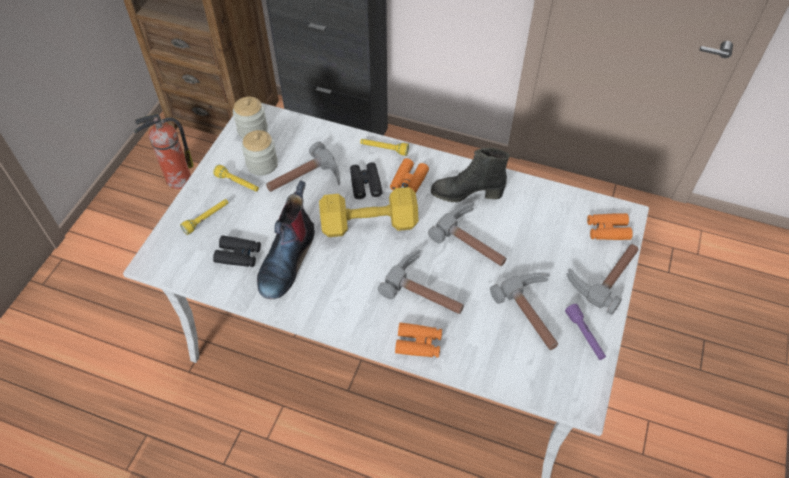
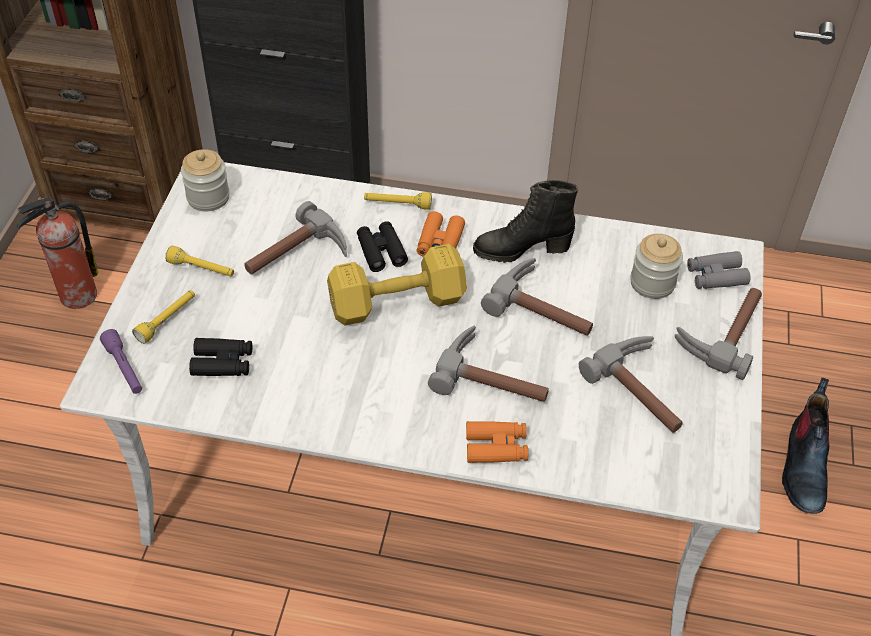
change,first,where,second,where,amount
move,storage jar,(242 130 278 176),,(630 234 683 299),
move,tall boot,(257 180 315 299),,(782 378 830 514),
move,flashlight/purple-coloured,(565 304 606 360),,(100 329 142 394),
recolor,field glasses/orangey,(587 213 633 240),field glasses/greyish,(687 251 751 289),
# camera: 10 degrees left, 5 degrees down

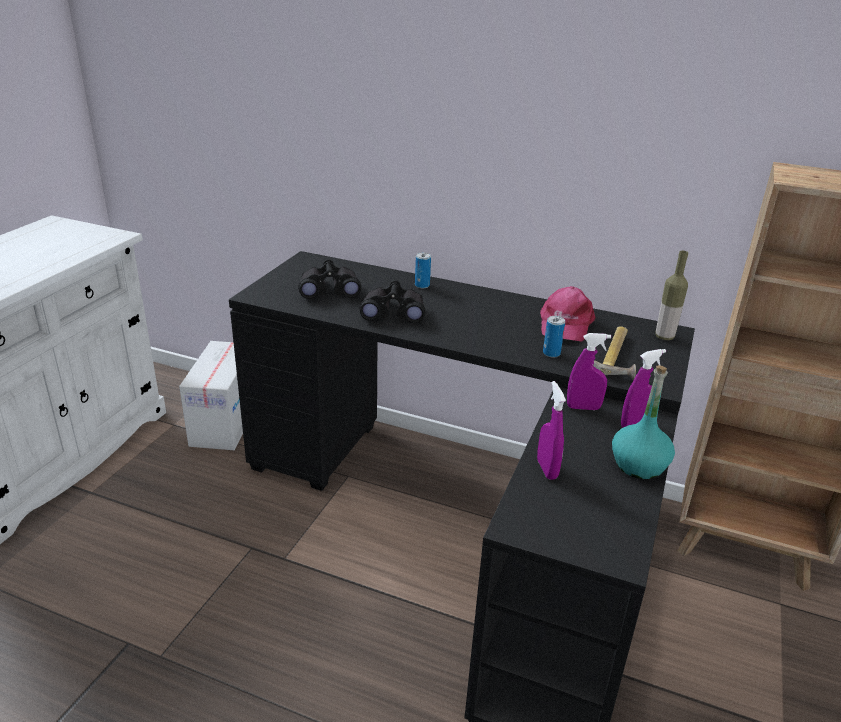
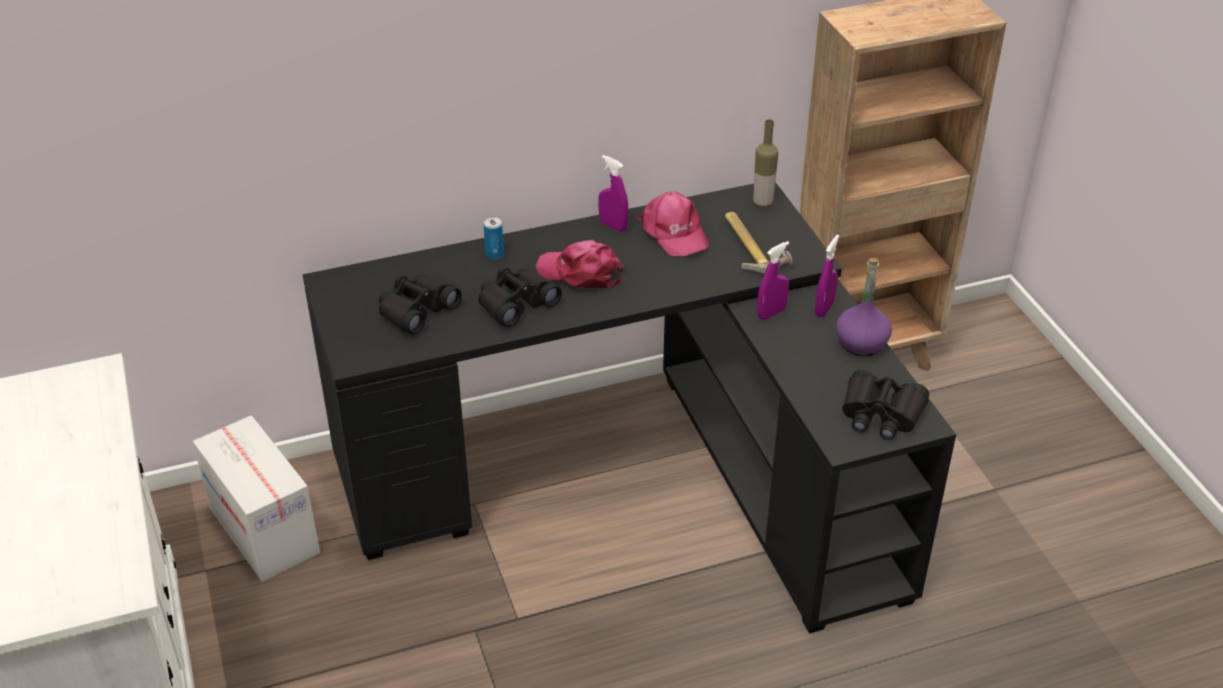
change,first,where,second,where,amount
delete,sealed can,(543 316 565 358),,,
insert,,,cap/pink,(536 240 624 288),
insert,,,field glasses/black-coloured,(842 370 929 440),
move,spray bottle/purple-coloured,(537 381 566 480),,(598 155 629 232),
recolor,drink bottle/turquoise-coloured,(612 365 675 479),drink bottle/purple-coloured,(836 258 892 356),
# camera: 40 degrees left, 10 degrees up

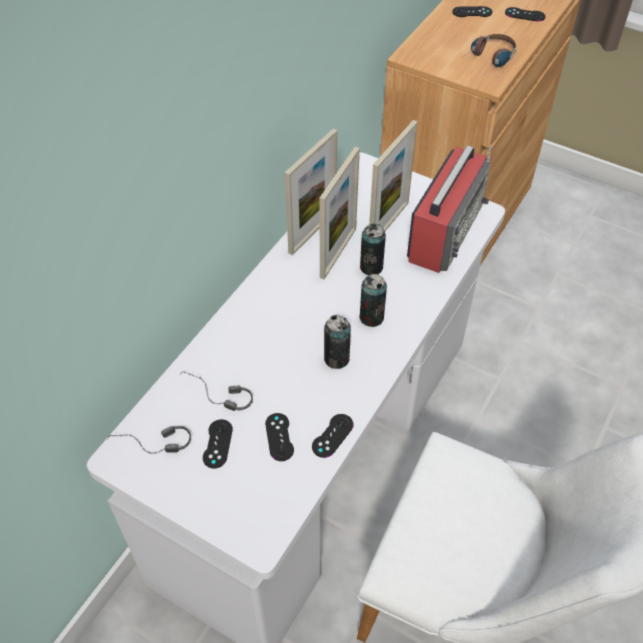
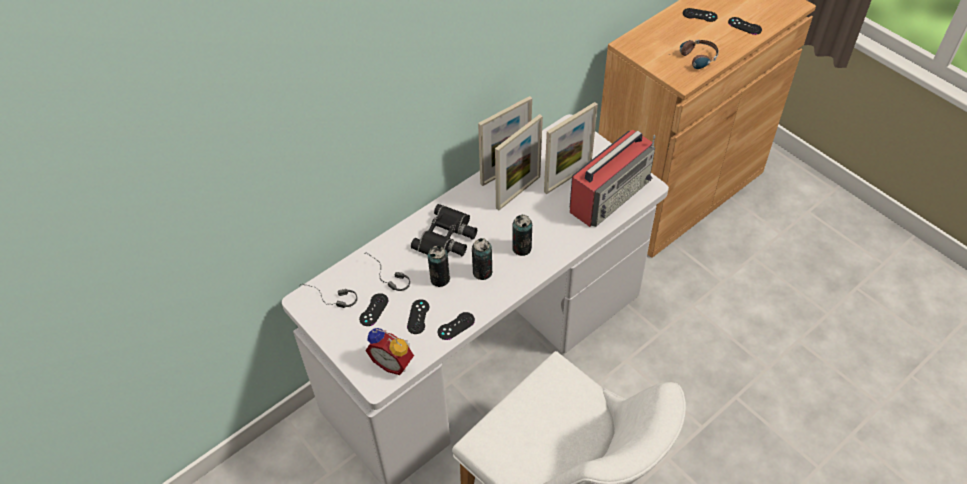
change,first,where,second,where,amount
insert,,,bedside clock,(366 328 414 375),
insert,,,field glasses/black-coloured,(411 204 477 256),
move,sealed can,(360 224 386 275),,(428 246 450 287),
# camera: 20 degrees right, 0 degrees up

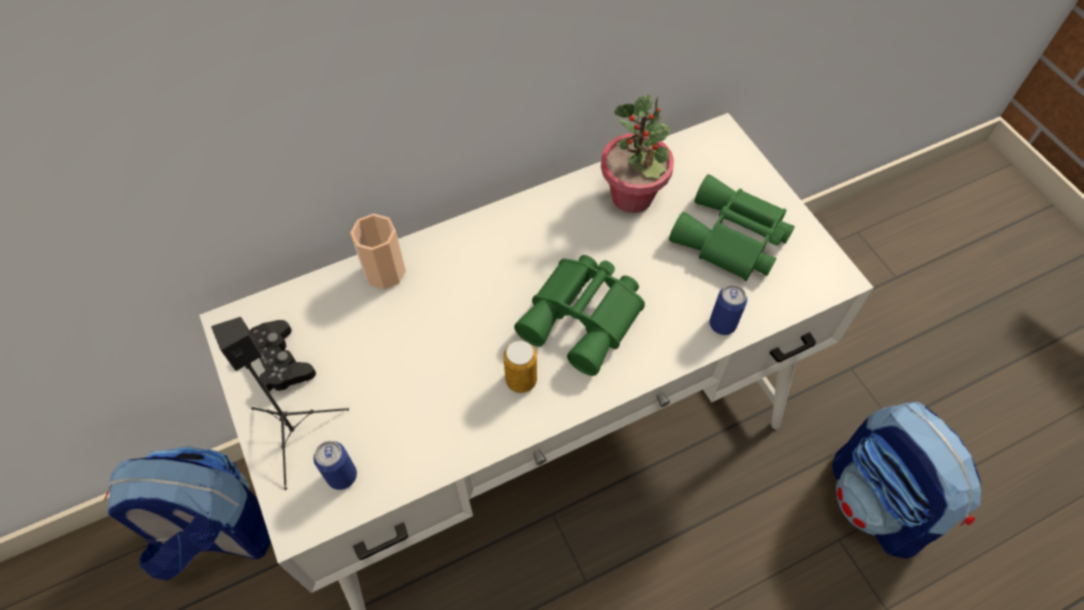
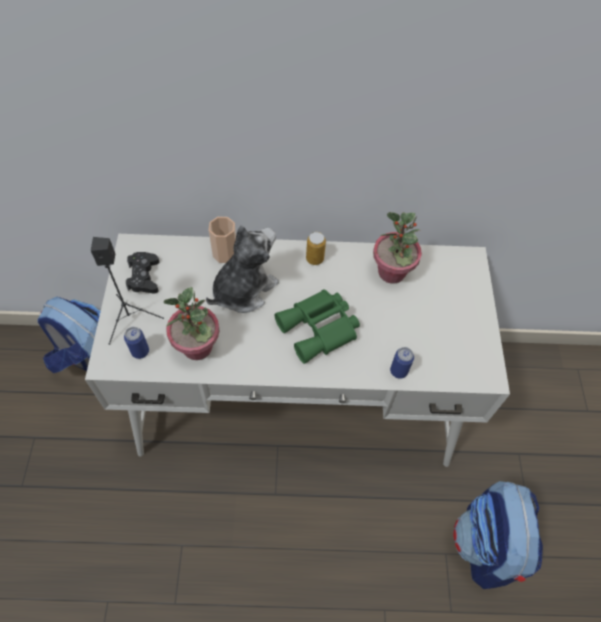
change,first,where,second,where,amount
delete,field glasses/green-coloured,(669 174 795 281),,,
insert,,,potted plant,(164 287 220 360),
insert,,,soft toy,(206 225 279 313),
move,sealed can,(503 340 537 393),,(306 232 326 265),
# camera: 25 degrees right, 0 degrees up

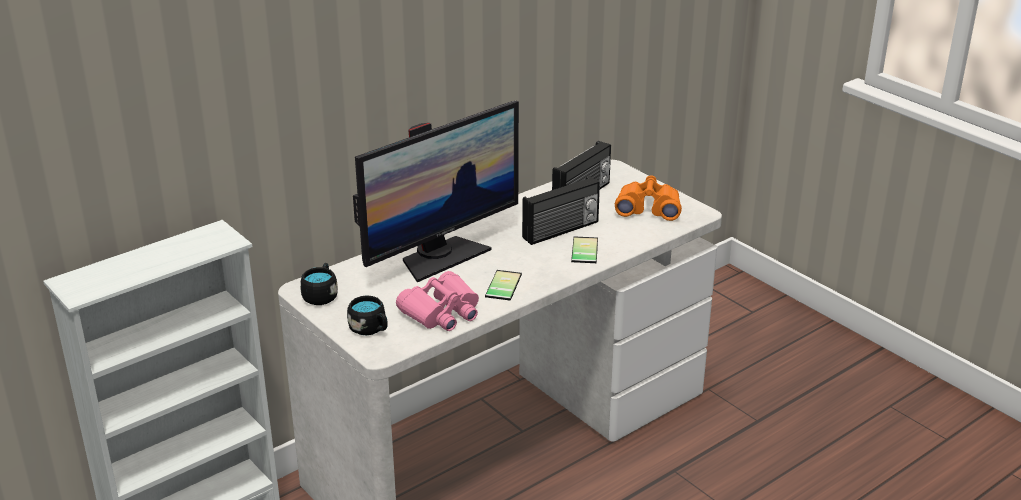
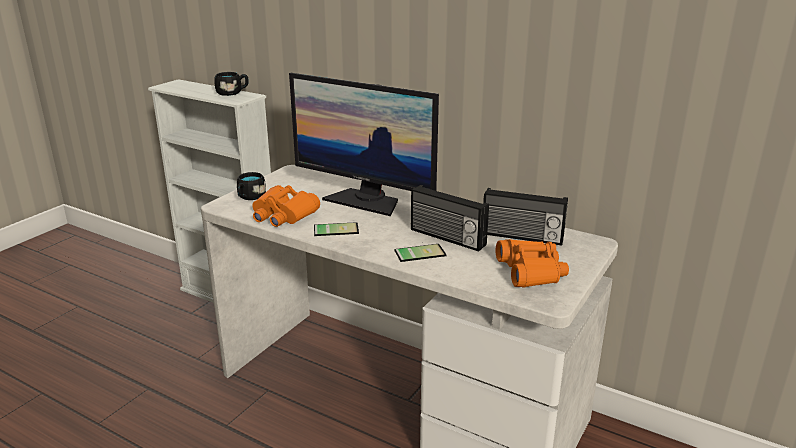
change,first,where,second,where,amount
move,mug/black-coloured,(300 263 338 305),,(214 72 249 96),
recolor,field glasses/pink,(396 271 479 331),field glasses/orangey,(253 185 320 227),
# camera: 70 degrees right, 5 degrees down

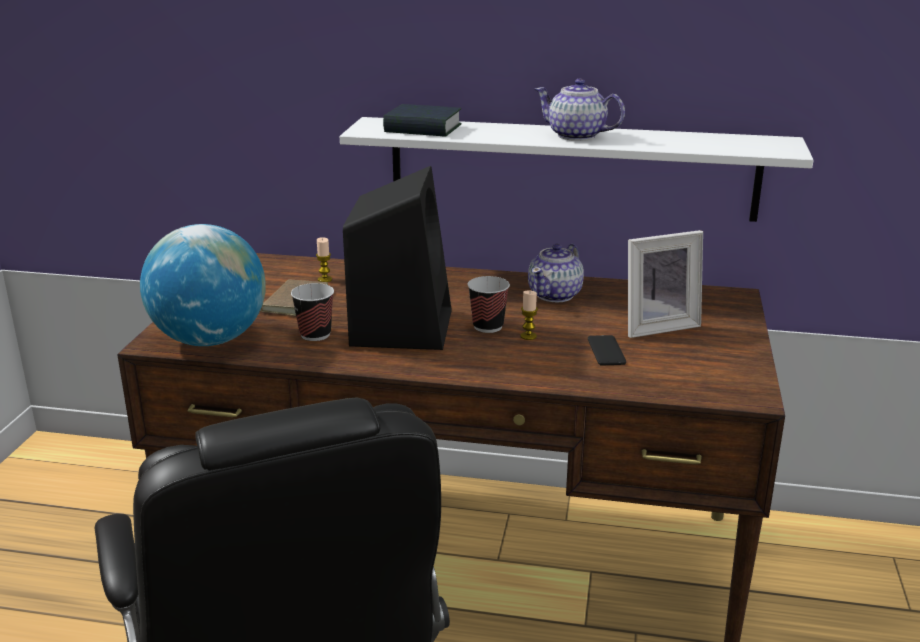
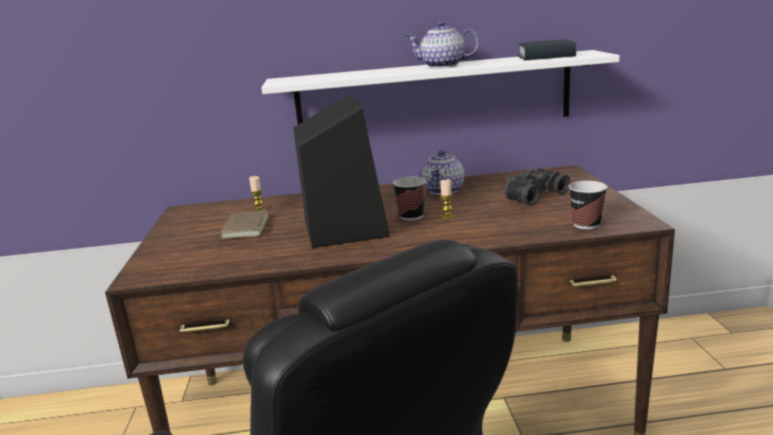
change,first,where,second,where,amount
delete,globe,(140 224 266 346),,,
delete,telephone,(588 335 626 365),,,
move,cup,(291 283 334 341),,(569 181 608 229),
move,bound book,(383 104 461 137),,(517 39 576 61),
replace,picture frame,(628 230 703 338),field glasses/black-coloured,(505 168 570 206),
# camera: 15 degrees left, 5 degrees down

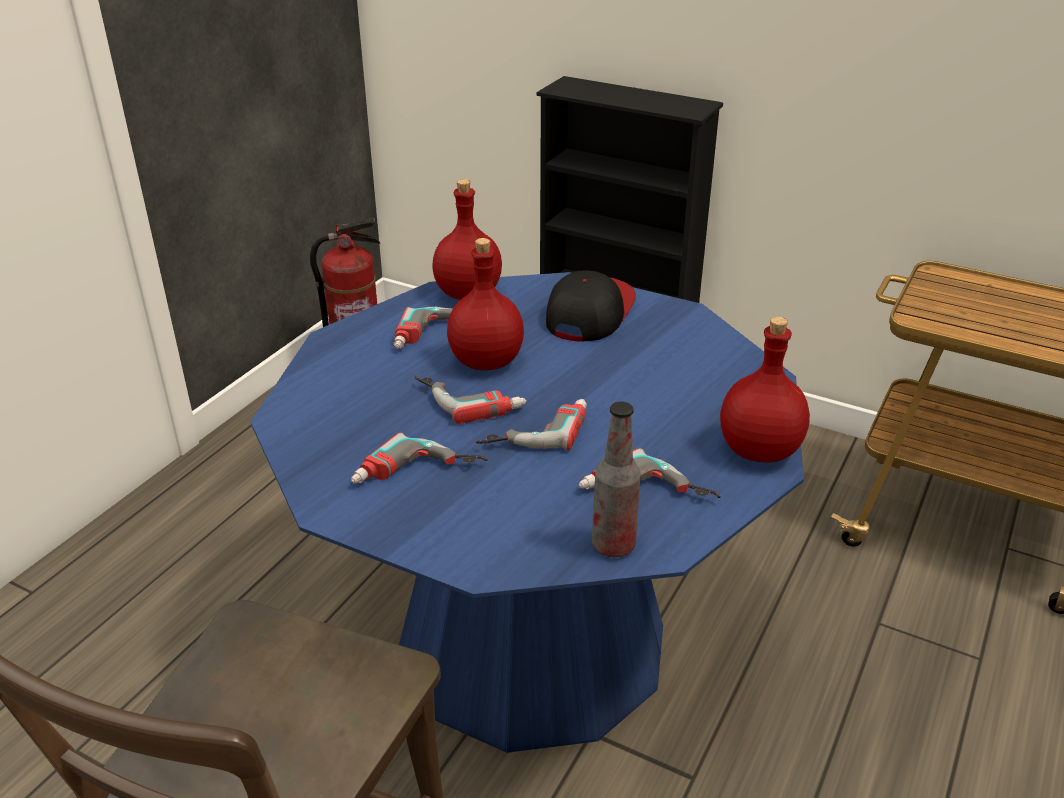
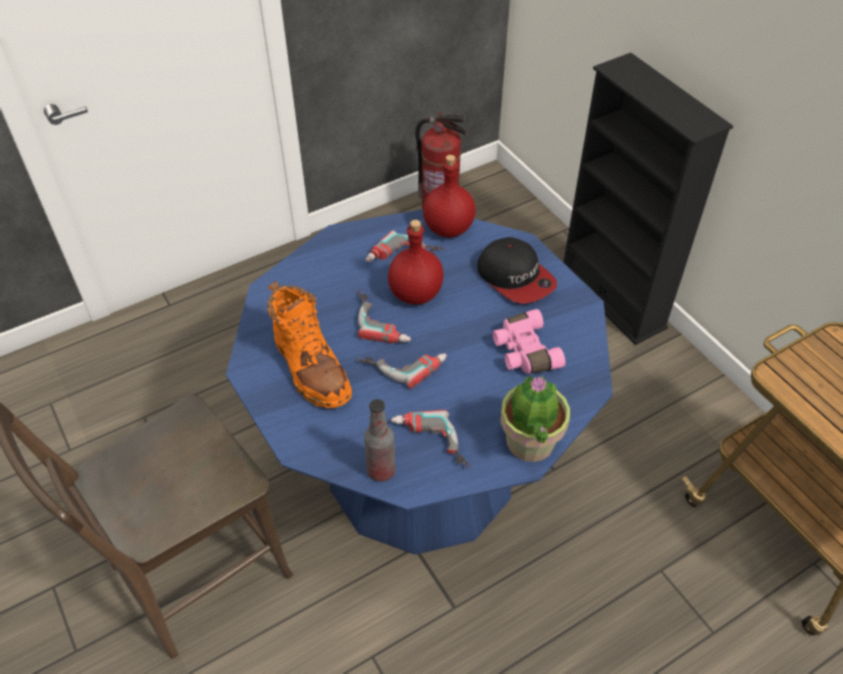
change,first,where,second,where,amount
insert,,,field glasses/pink,(493 309 565 374),
replace,power drill,(351 433 488 484),tall boot/orangey,(267 281 352 408),
replace,drink bottle/reddish,(720 317 810 463),potted plant,(500 375 570 462),
rotate,cap,(546 271 636 342),,(477 237 557 304),90 degrees clockwise
# camera: 30 degrees right, 15 degrees up

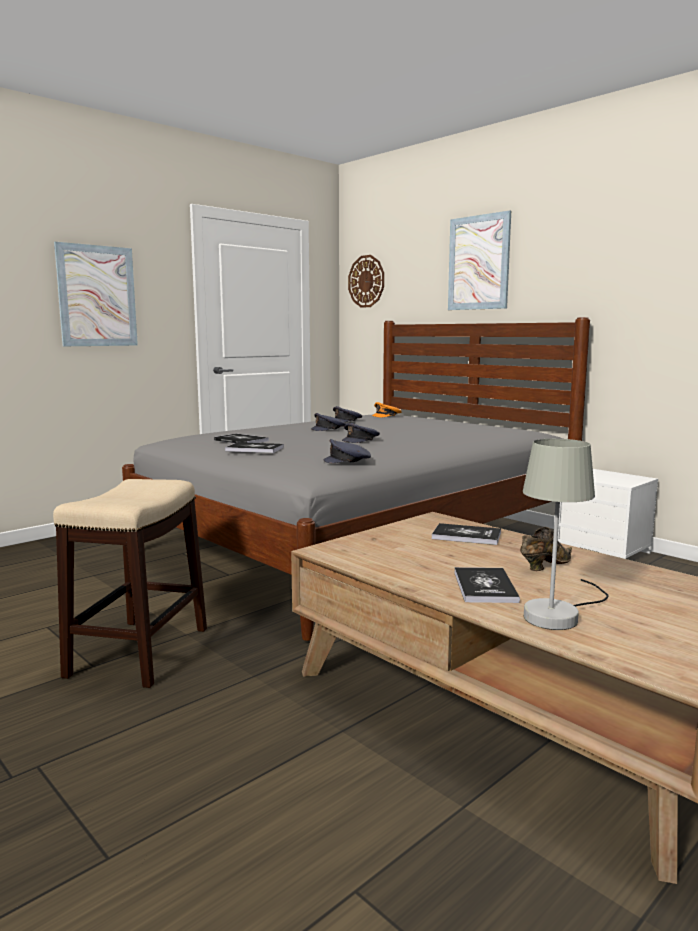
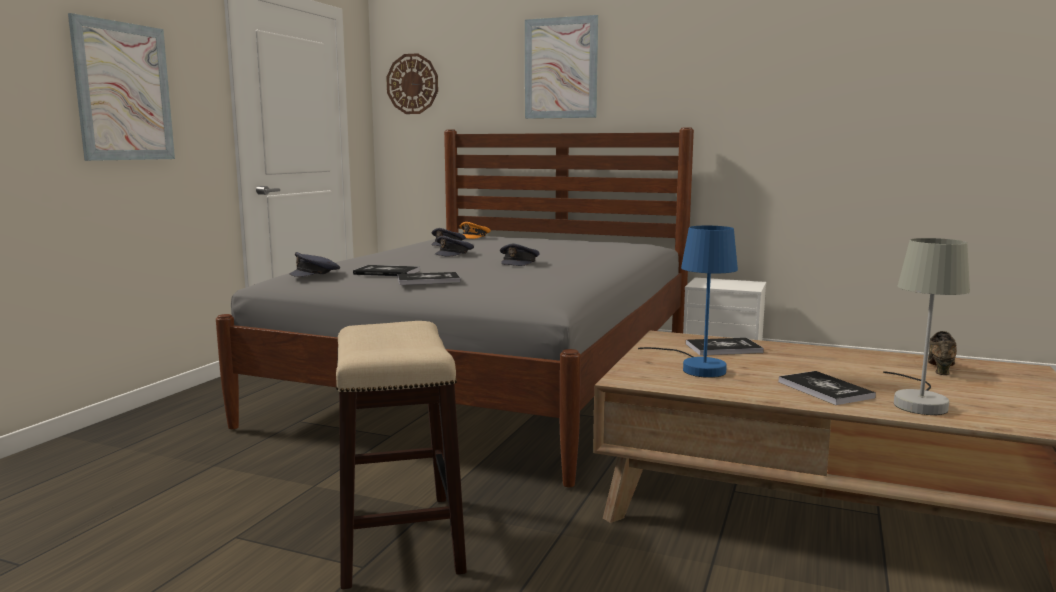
change,first,where,second,where,amount
insert,,,table lamp/blue-coloured,(638 226 738 378),
move,cap/greyish,(323 439 371 463),,(290 252 340 277),
move,low shoe/brown,(520 527 572 571),,(928 331 957 375),
# camera: 25 degrees left, 0 degrees up

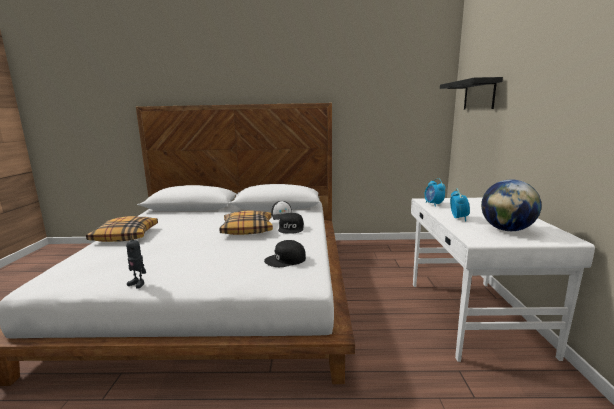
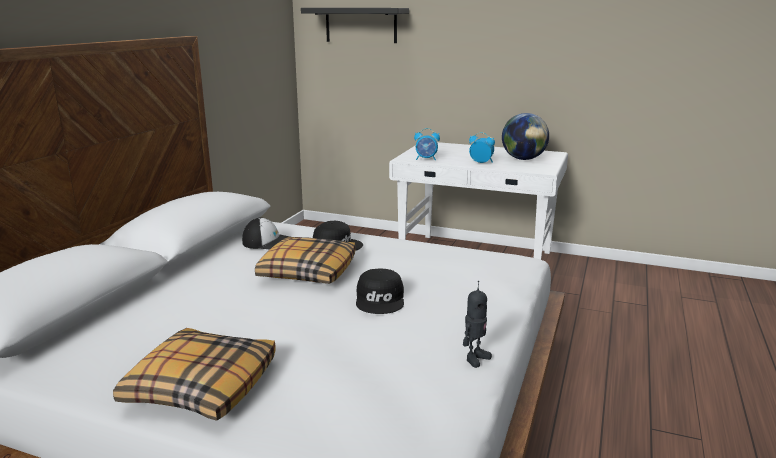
change,first,where,second,where,amount
move,cap/black-coloured,(264 240 306 267),,(356 269 404 314),
# camera: 70 degrees left, 5 degrees up

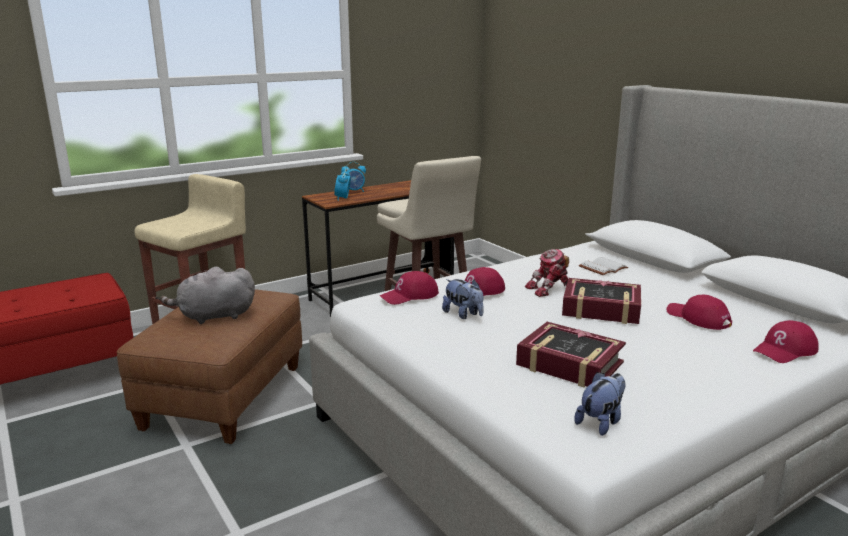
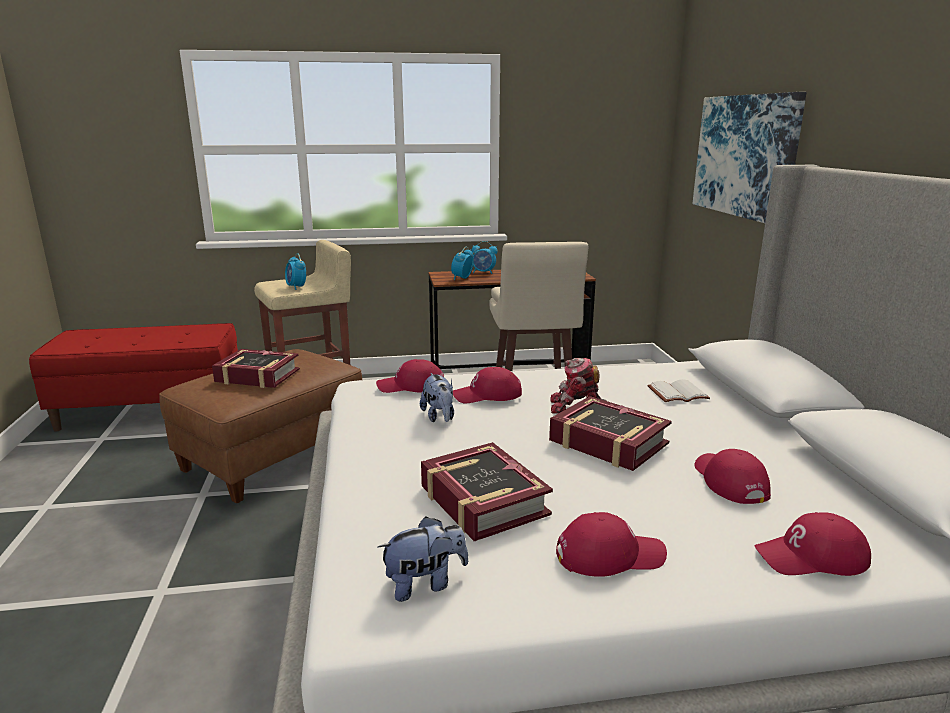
change,first,where,second,where,amount
insert,,,bedside clock,(285 253 306 290),
insert,,,cap/reddish,(556 512 667 577),
insert,,,wall art,(693 92 807 223),
replace,soft toy/greyish,(160 267 255 324),bound book,(212 349 300 388),
# camera: 25 degrees right, 0 degrees up

